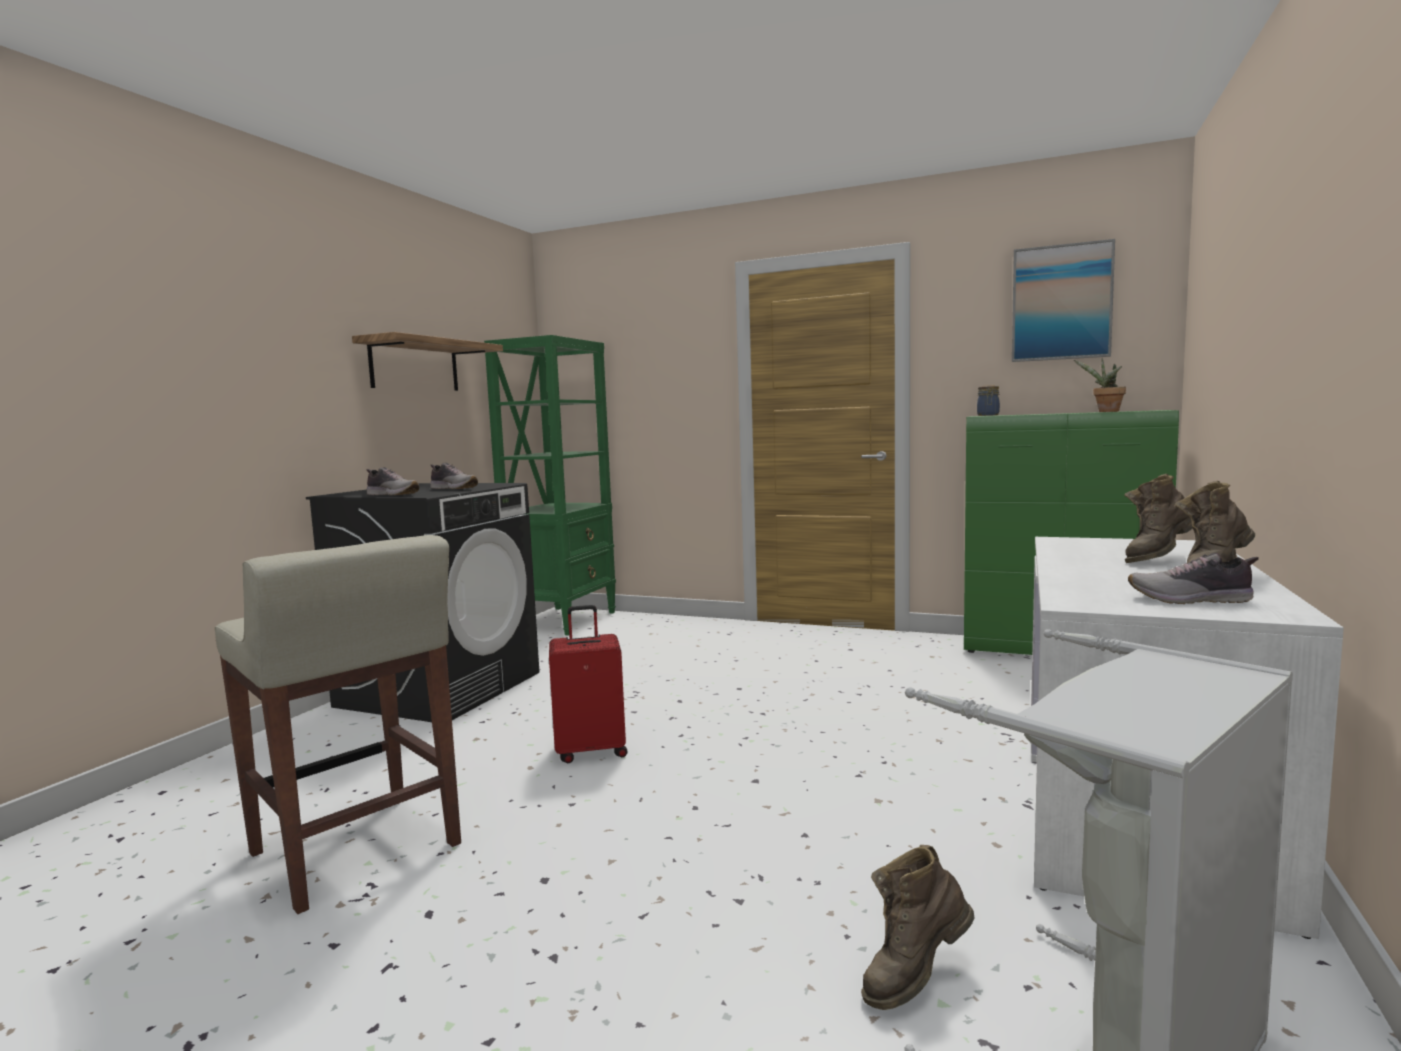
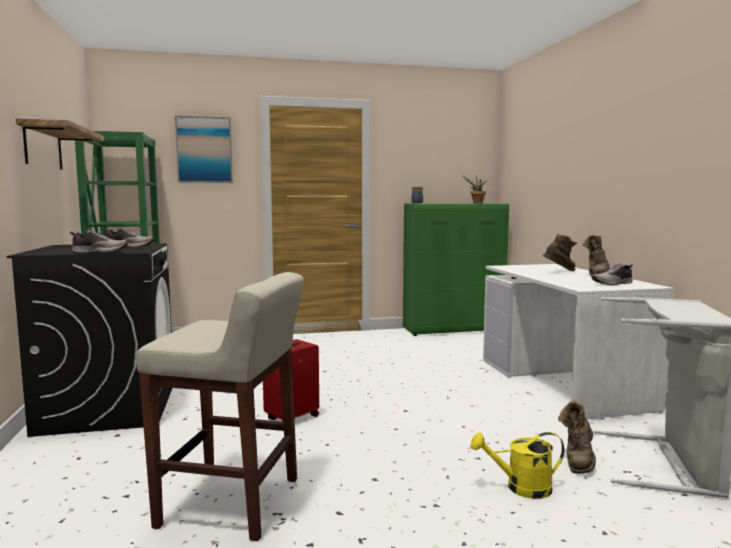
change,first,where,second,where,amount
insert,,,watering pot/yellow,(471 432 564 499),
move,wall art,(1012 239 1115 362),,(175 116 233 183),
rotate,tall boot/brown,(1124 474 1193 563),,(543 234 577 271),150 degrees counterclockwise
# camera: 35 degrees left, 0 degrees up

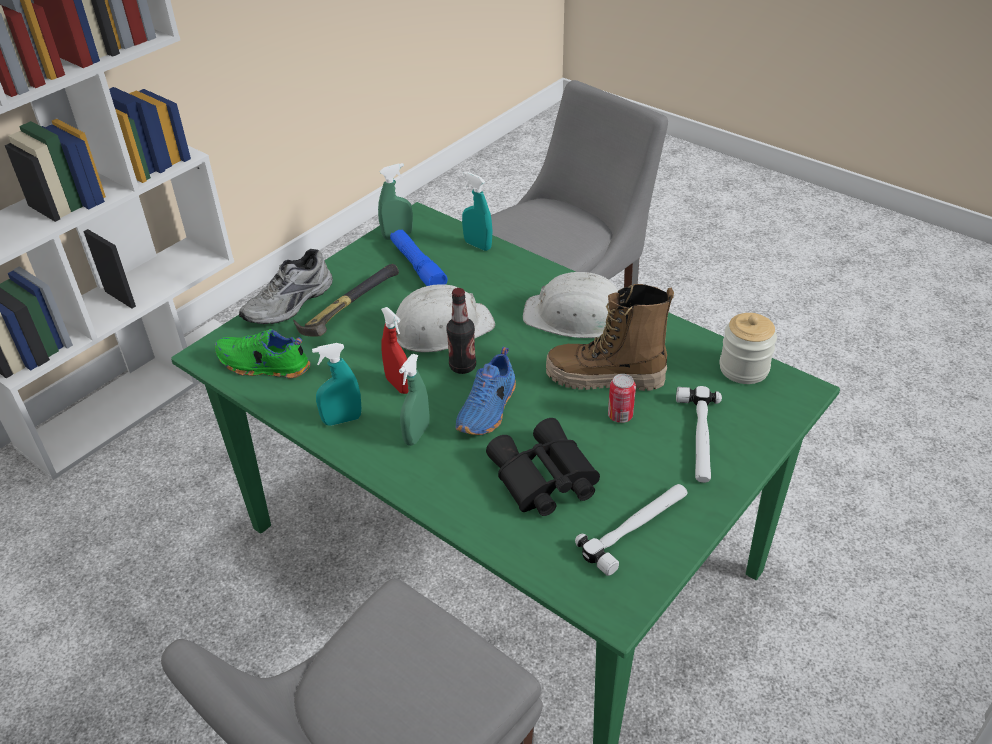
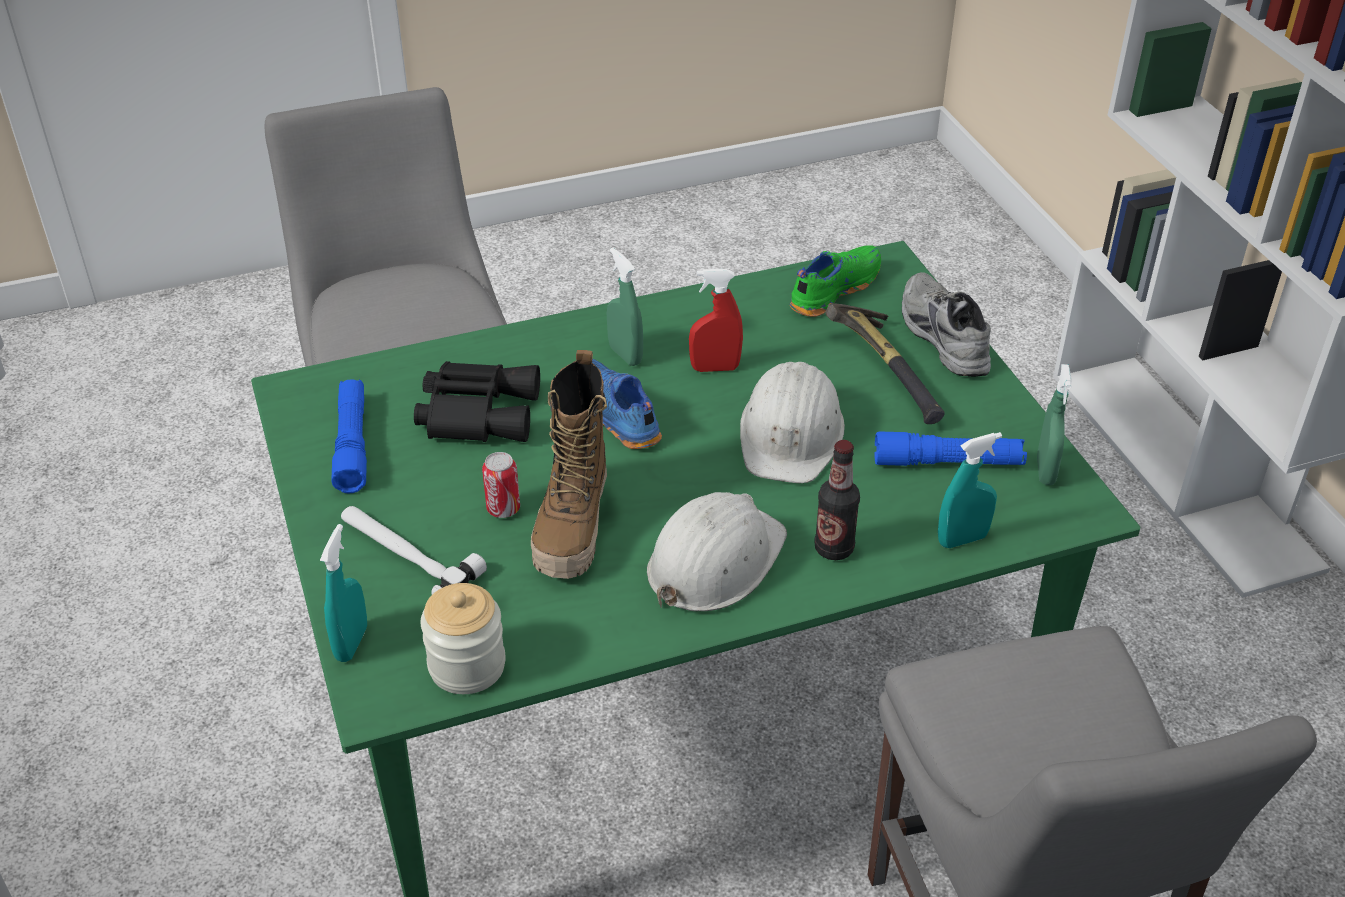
change,first,where,second,where,amount
move,spray bottle/turquoise-coloured,(312 343 361 426),,(320 524 367 662),
move,drink bottle,(447 288 476 374),,(814 440 860 560),
replace,tool hammer,(575 484 688 576),flashlight/blue-coloured,(331 379 367 493),
rotate,tall boot,(546 284 674 391),,(531 350 607 579),150 degrees clockwise
# camera: 120 degrees right, 0 degrees up

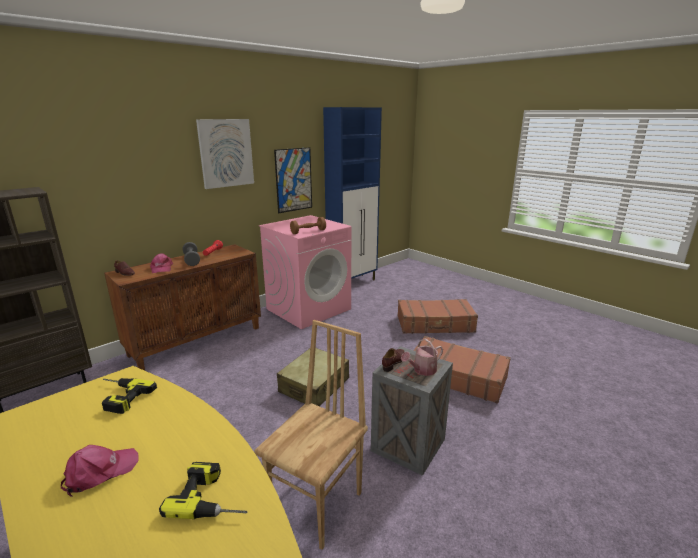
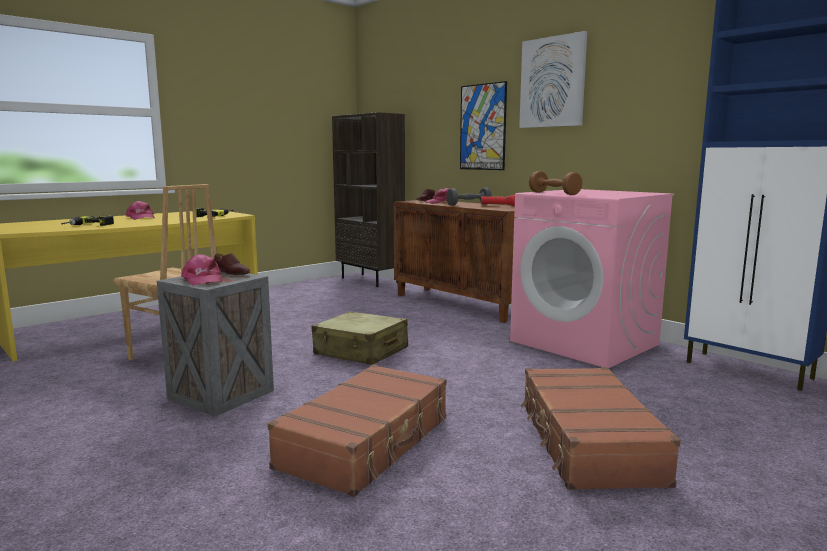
change,first,where,second,where,amount
move,wall art,(274 147 312 213),,(460 81 507 170),
replace,watering pot,(401 338 443 376),cap/pink,(181 254 223 285),
# camera: 90 degrees right, 10 degrees down

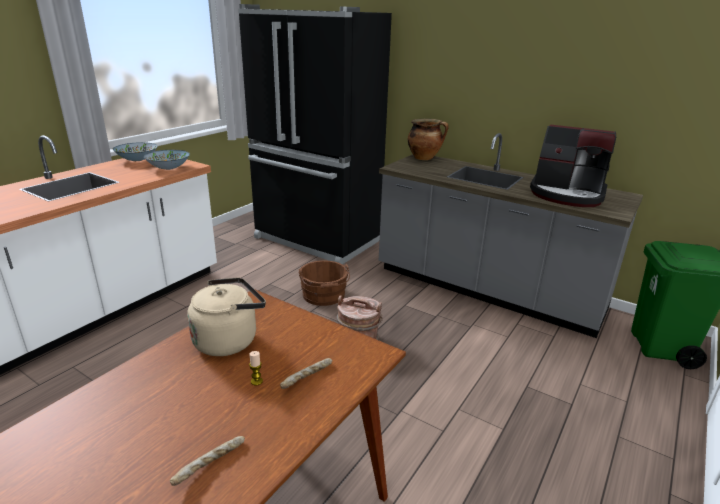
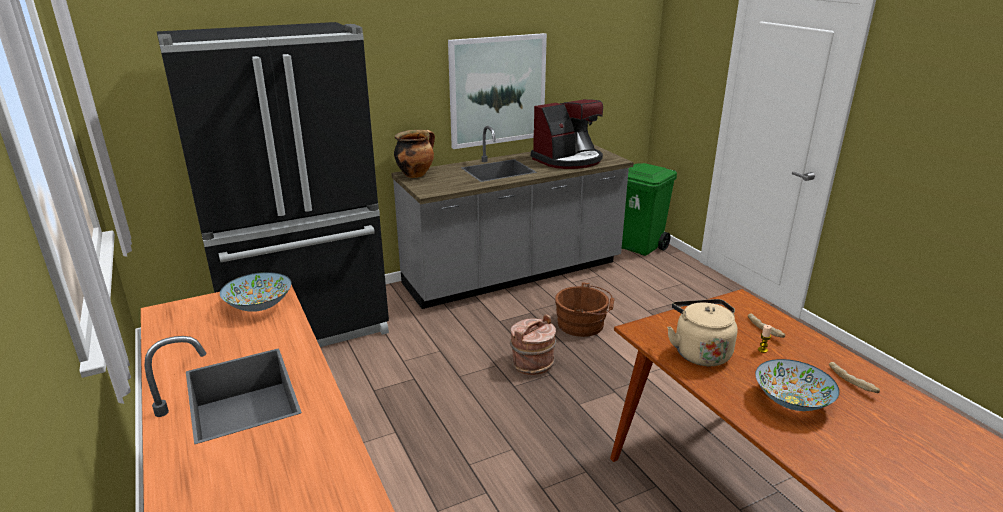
change,first,where,second,where,amount
insert,,,wall art,(448 33 547 149),
move,deep dish,(113 142 158 161),,(755 359 840 411),
move,pail/brown,(298 260 350 306),,(555 282 614 337),
# camera: 60 degrees left, 0 degrees up

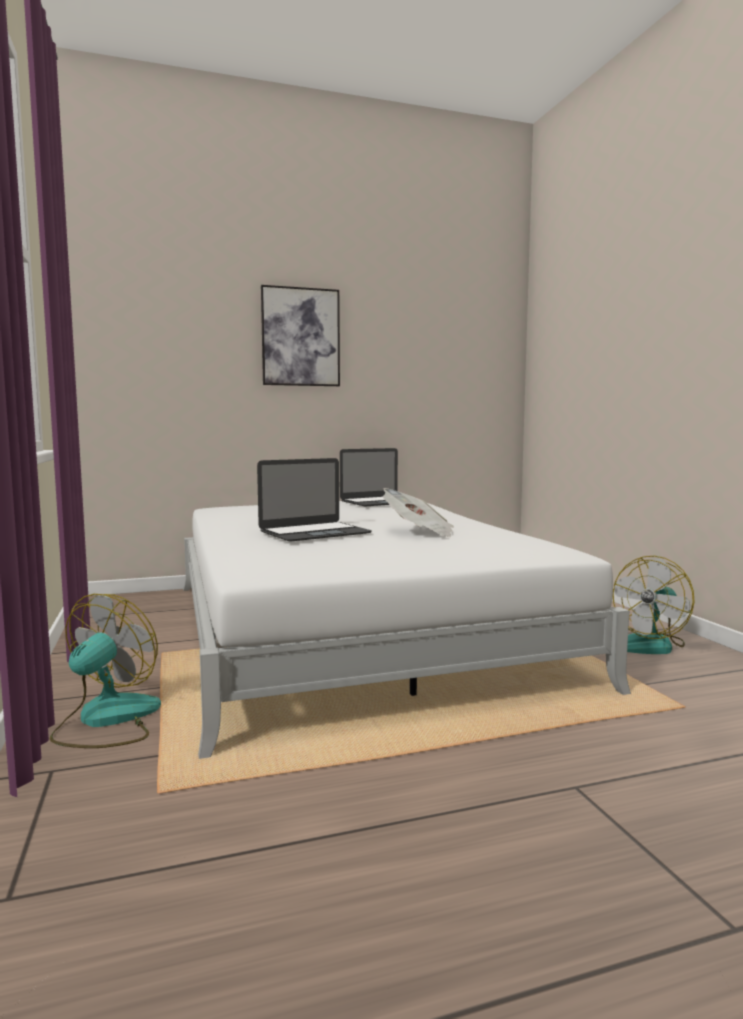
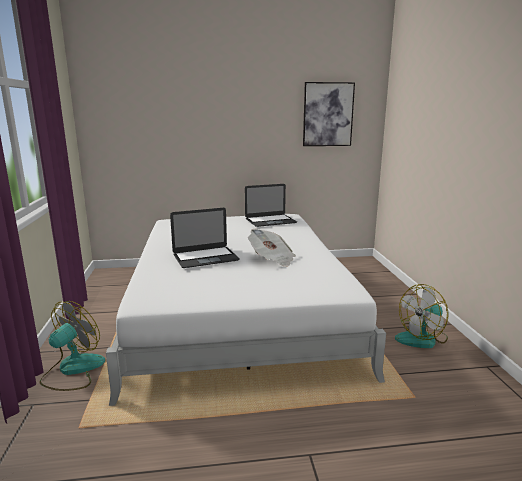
change,first,where,second,where,amount
move,wall art,(261 285 340 386),,(303 82 355 146),
# camera: 10 degrees right, 10 degrees up

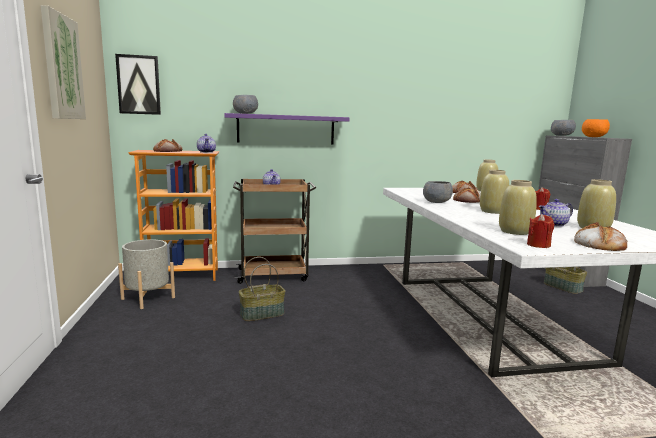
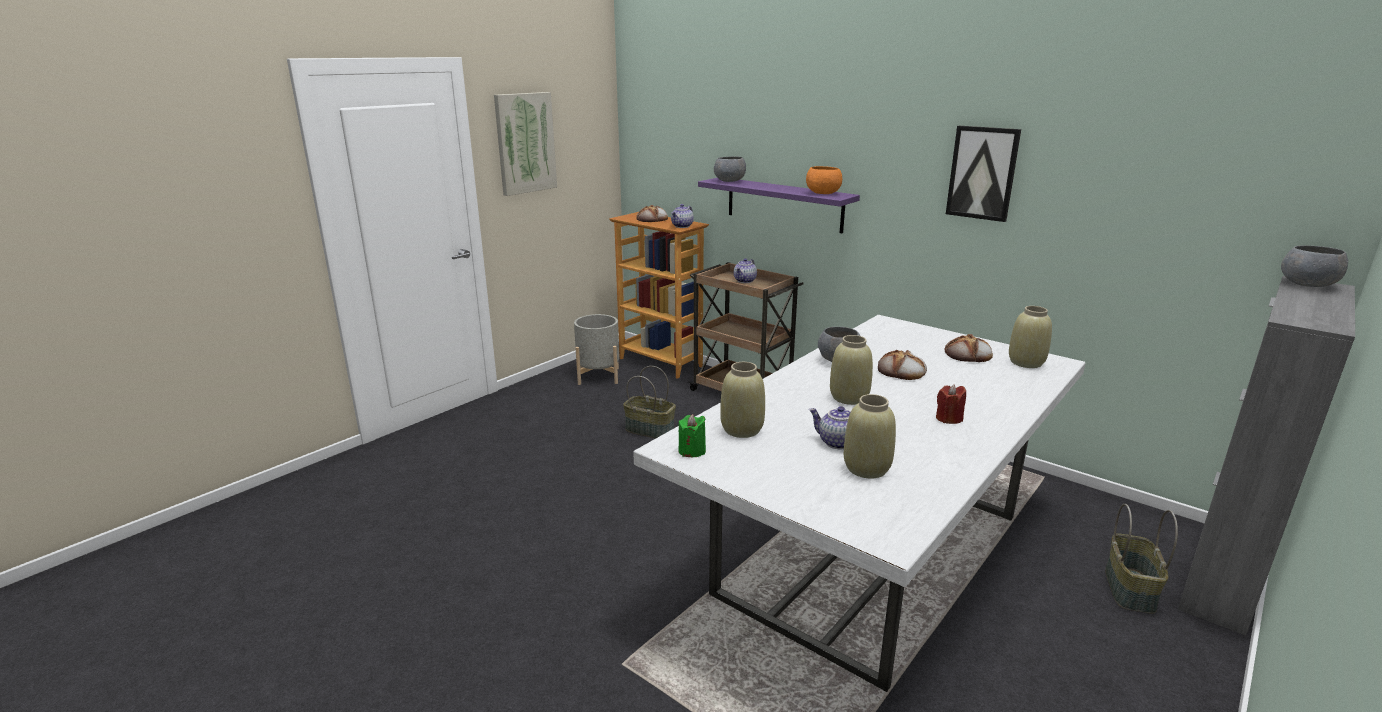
change,first,where,second,where,amount
delete,bakery bread,(574 222 627 251),,,
move,wall art,(115 54 161 115),,(946 126 1021 222),
move,deep dish/orangey,(582 119 610 137),,(806 166 842 194),
recolor,candle/reddish,(527 214 554 248),candle/green-coloured,(679 414 706 457),
# camera: 50 degrees right, 10 degrees up

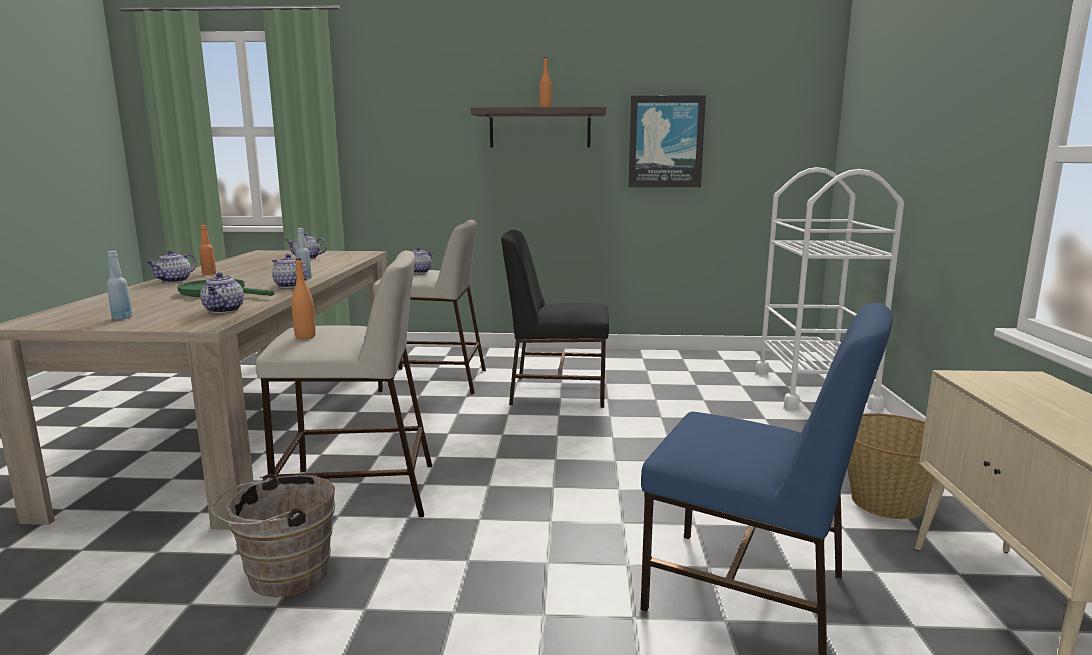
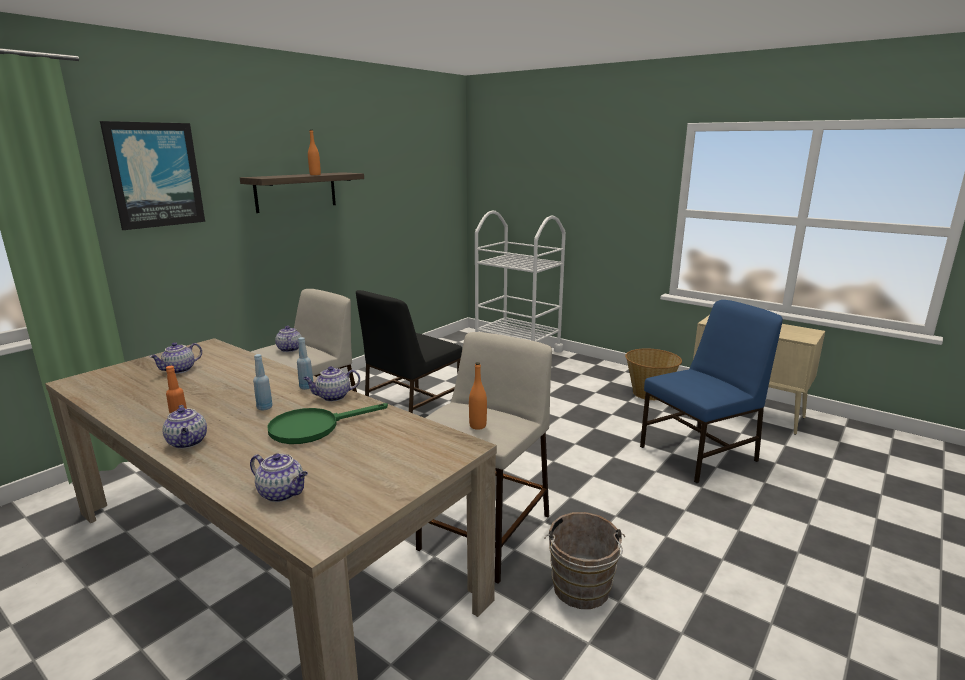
change,first,where,second,where,amount
move,drink bottle/blue-coloured,(107 251 132 320),,(253 354 273 410),
move,teapot,(200 272 244 313),,(250 453 308 502),
move,wall art,(628 95 706 187),,(100 121 205 230),
# camera: 55 degrees left, 5 degrees up

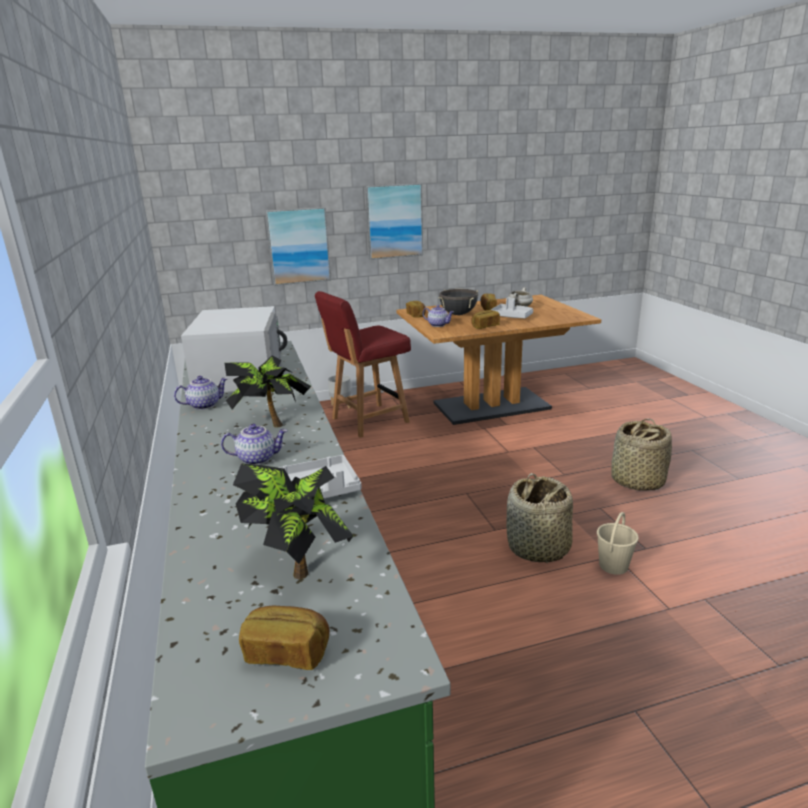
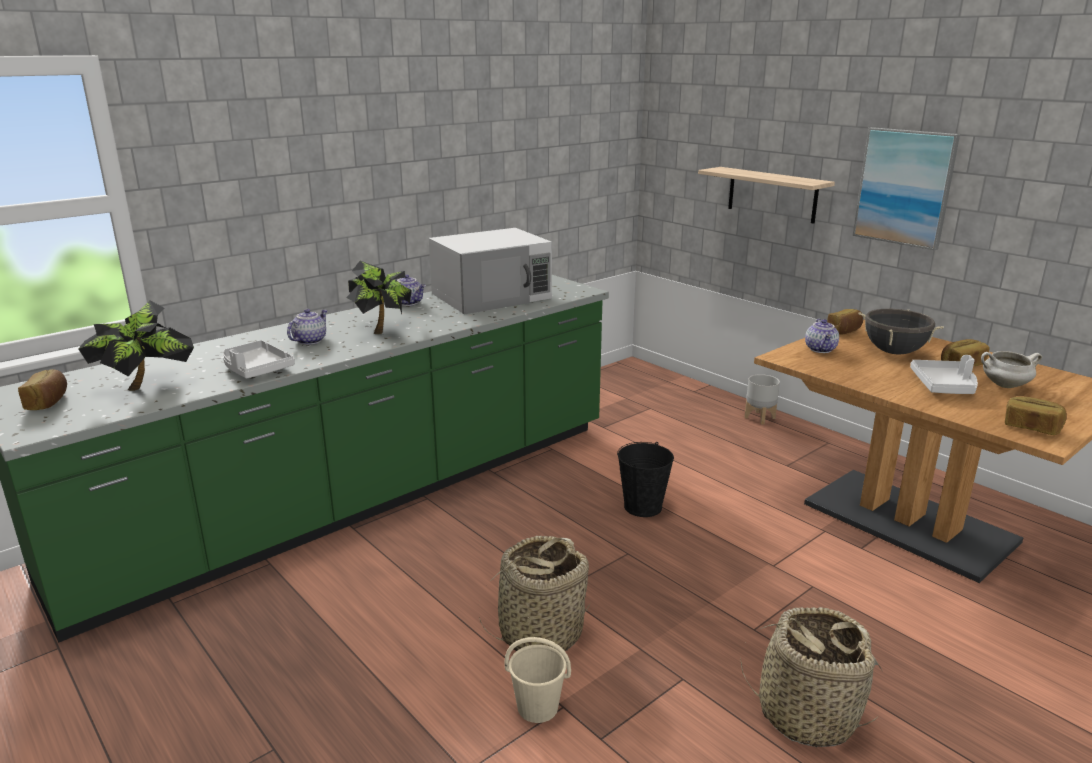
change,first,where,second,where,amount
delete,upright chair/reddish,(315 291 411 438),,,
insert,,,pail/black-coloured,(617 442 674 517),
move,bakery bread,(471 310 500 329),,(1005 396 1067 435),
replace,wall art,(265 207 331 286),wall shelf,(698 167 835 224),
rotate,teapot,(221 424 288 465),,(287 309 328 345),120 degrees counterclockwise
# camera: 65 degrees right, 0 degrees up

